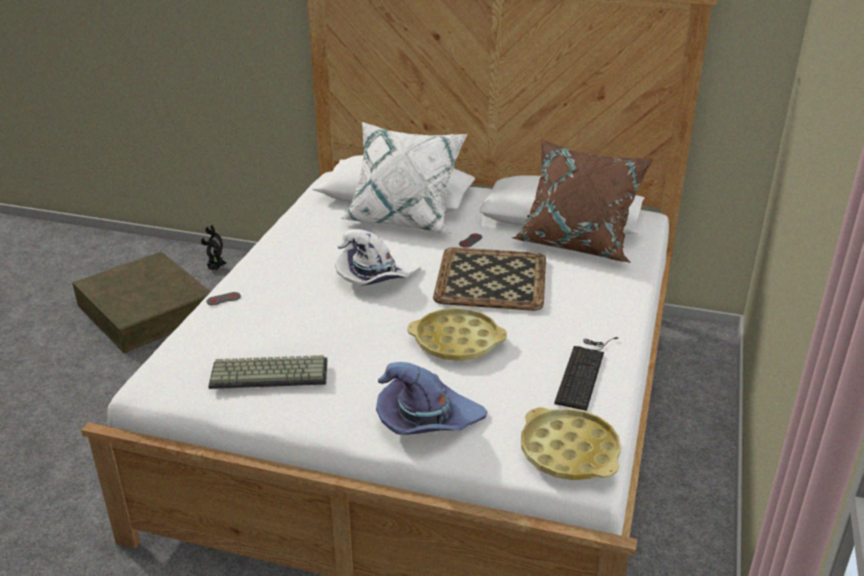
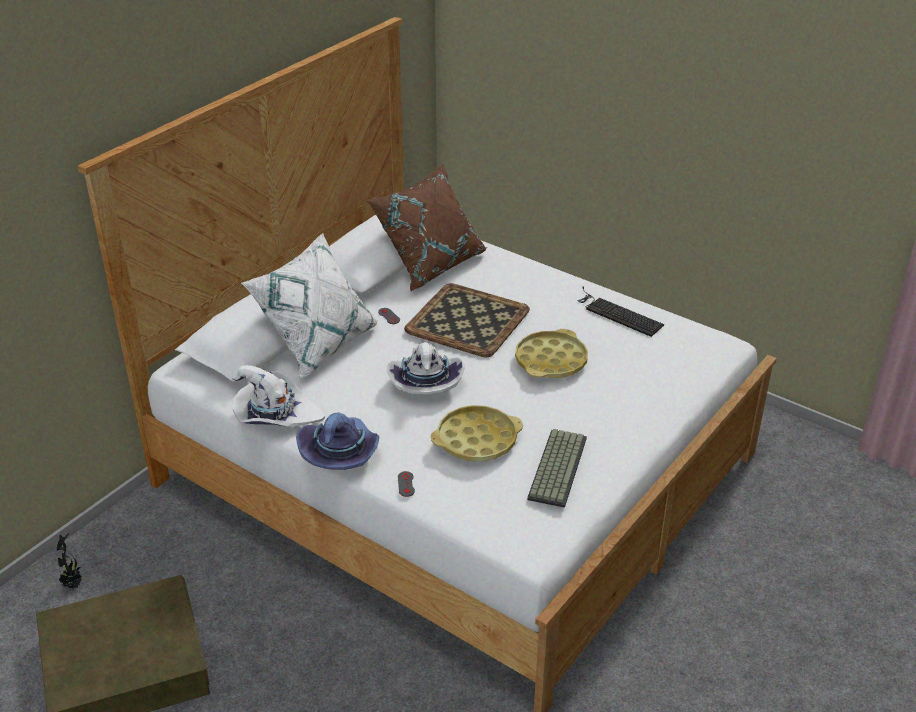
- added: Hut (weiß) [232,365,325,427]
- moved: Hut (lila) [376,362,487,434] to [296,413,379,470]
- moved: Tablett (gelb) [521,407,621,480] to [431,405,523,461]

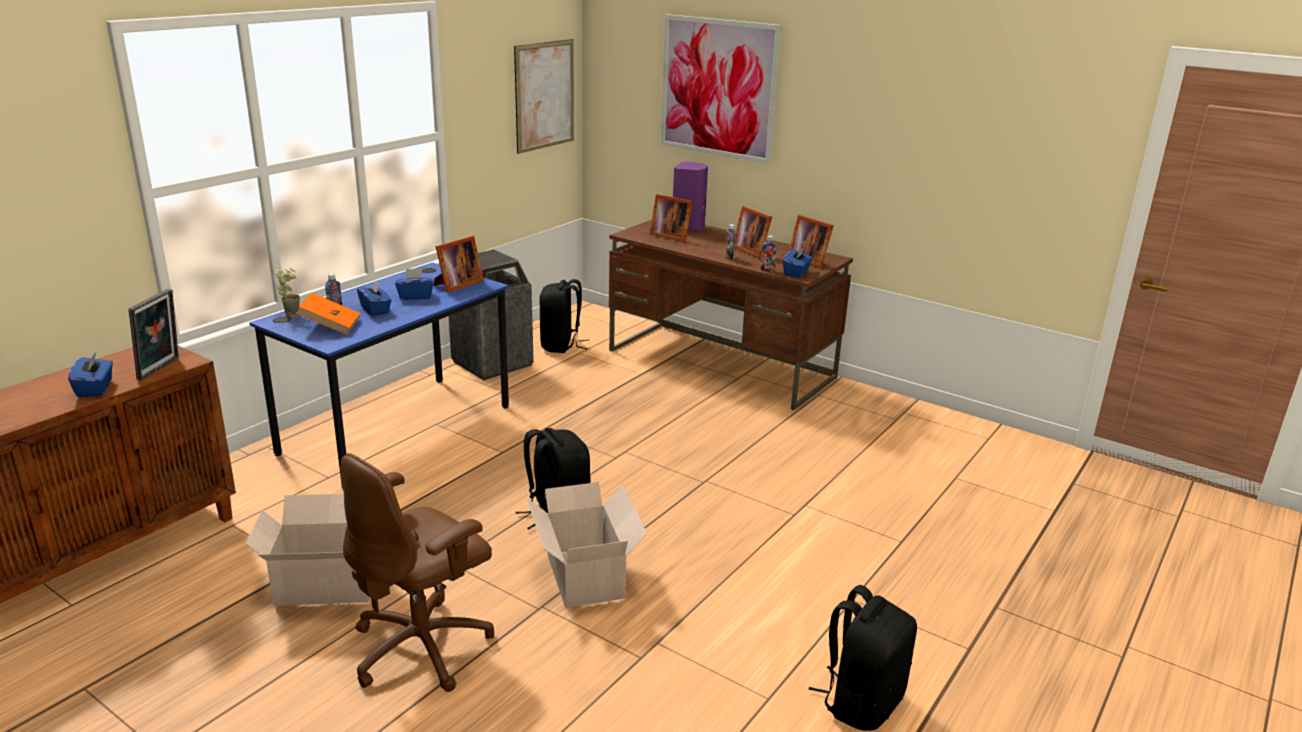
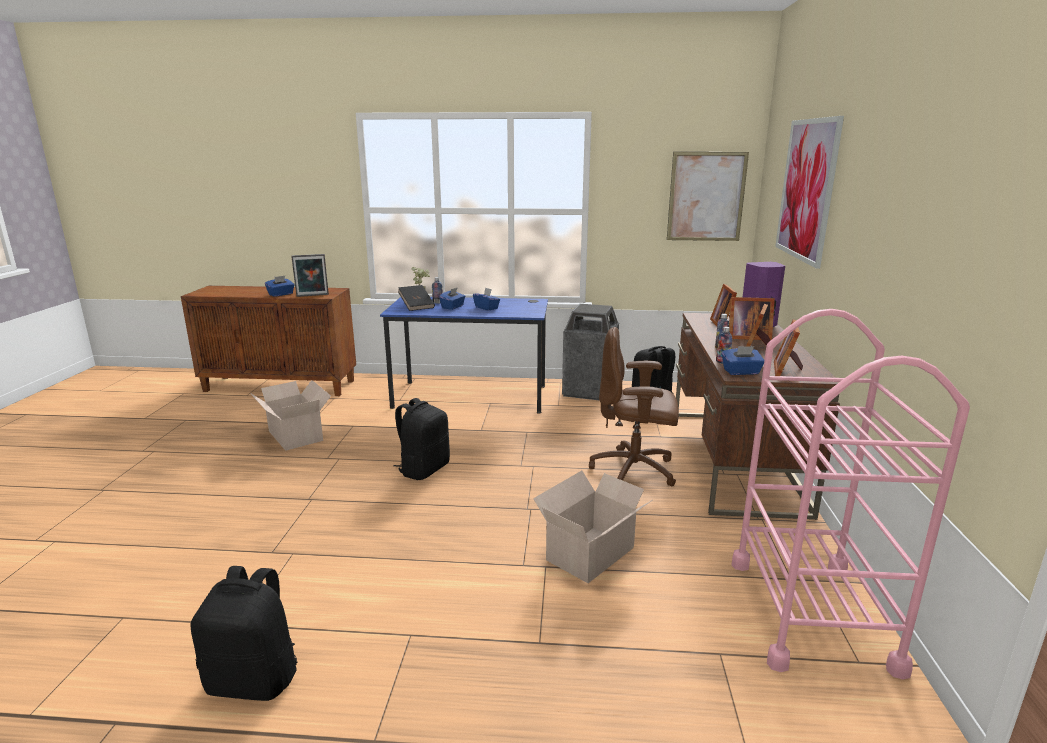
- recoloured: Buch (orange) [296,293,360,335] to Buch (schwarz) [398,285,435,311]
- moved: Karton [527,482,647,608] to [533,471,652,583]
- moved: Bürostuhl (braun) [340,453,494,692] to [589,327,679,487]
- moved: Bilderrahmen [433,236,484,293] to [729,297,775,340]
- added: Rollwagen (rosa) [732,309,970,680]

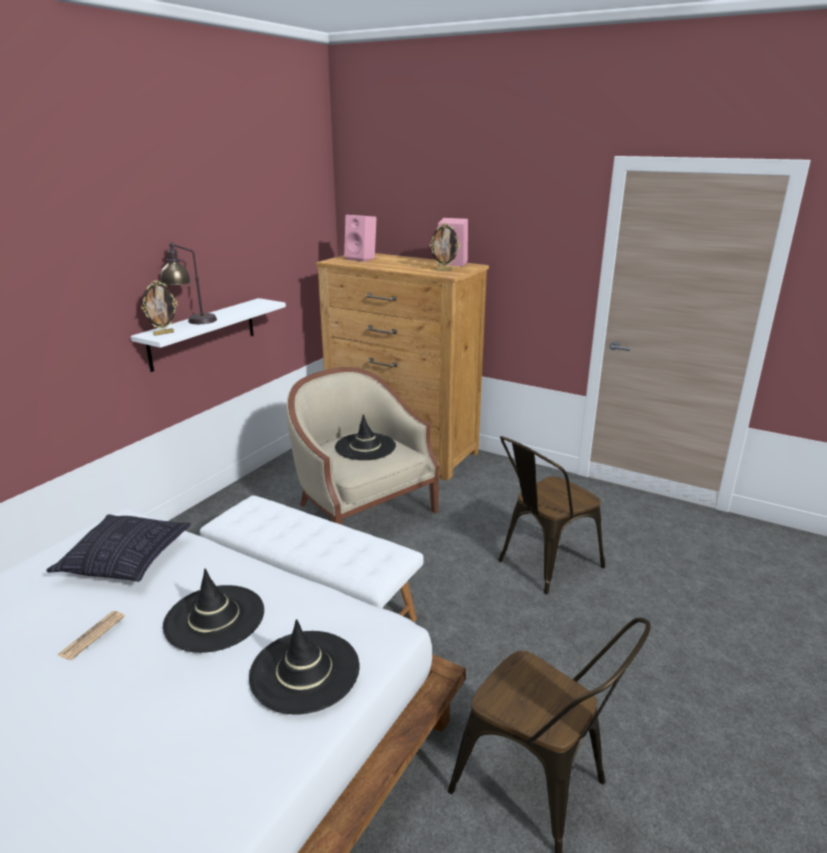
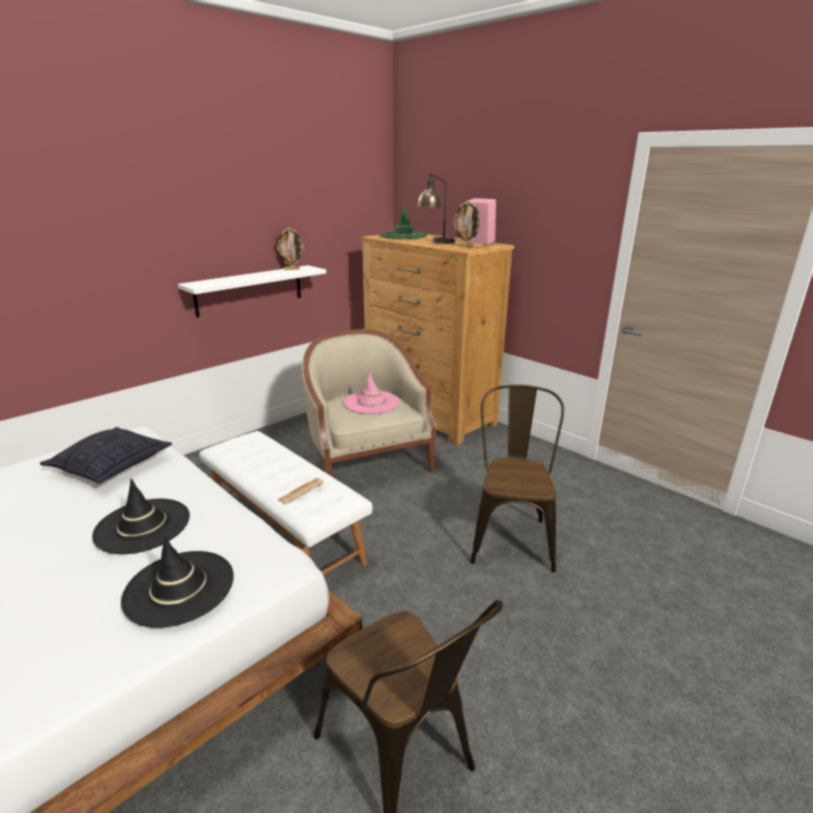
- moved: Bilderrahmen [141,280,178,336] to [277,228,304,270]
- moved: Zeitung [57,611,125,660] to [277,478,324,504]
- recoloured: Hut (schwarz) [335,414,396,460] to Hut (rosa) [344,372,400,414]
- replaced: Lautsprecher (rosa) [344,215,377,262] to Hut (grün) [379,205,428,239]
- moved: Tischlampe [160,242,217,324] to [417,172,455,244]
- turned: Stuhl (braun) [498,436,605,595] = [470,385,564,573] 120 degrees clockwise

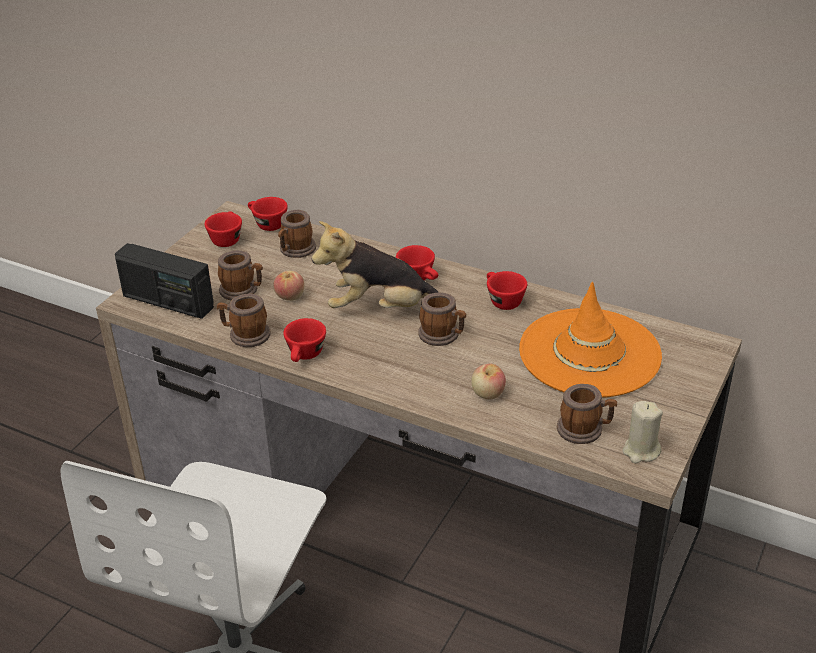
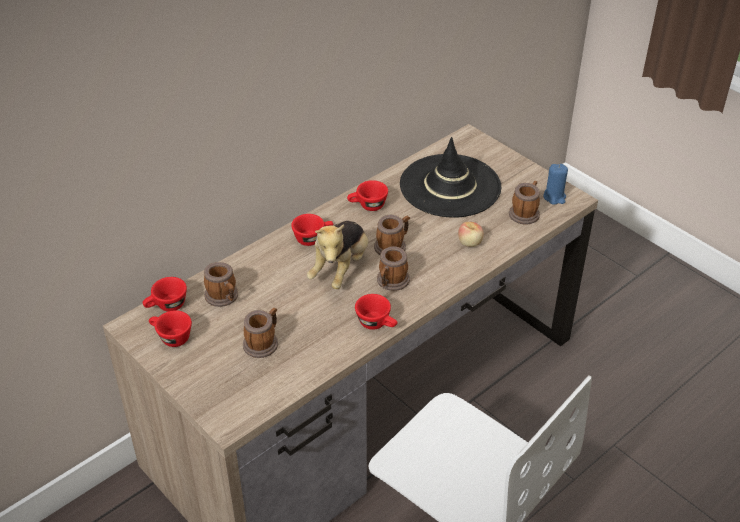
- moved: Henkelbecher [217,294,271,347] to [377,246,410,291]
- recoloured: Hut (orange) [519,282,662,397] to Hut (schwarz) [400,137,501,218]
- recoloured: Kerze (beige) [623,401,663,463] to Kerze (blau) [543,164,568,205]
- removed: Radio [115,243,214,319]
- removed: Apfel [273,271,304,301]

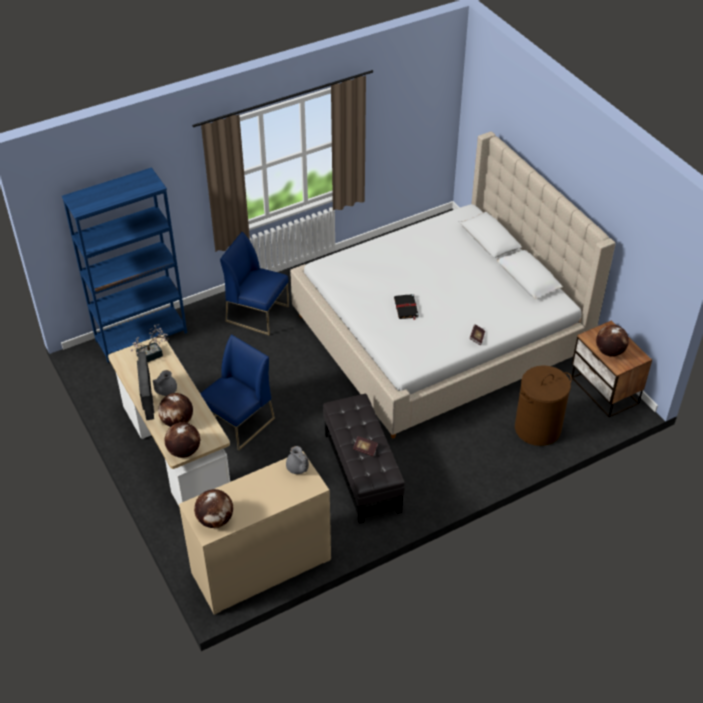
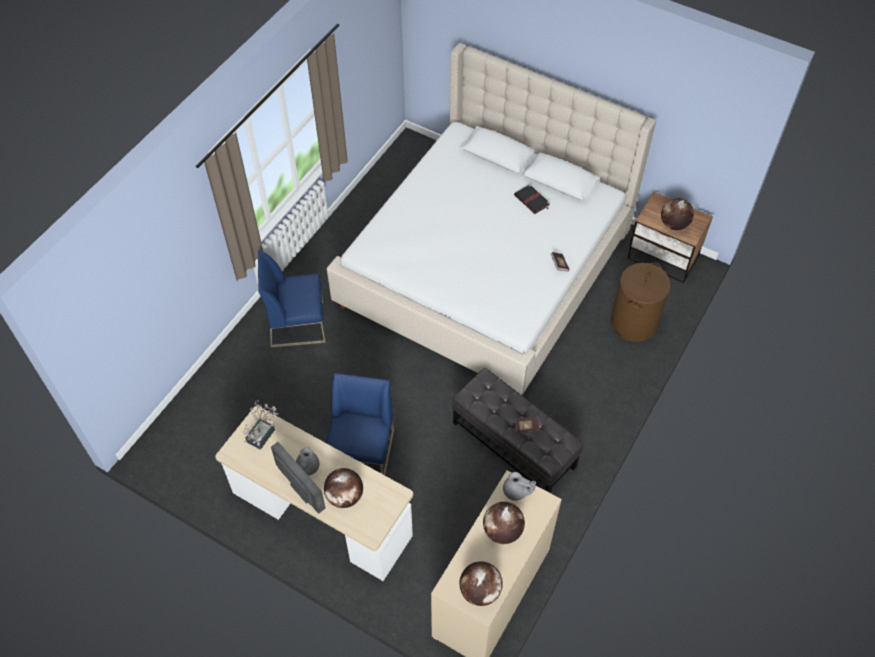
- moved: Globus [165,422,200,458] to [483,502,525,544]
- moved: Buch (schwarz) [394,294,419,320] to [514,184,550,214]
- removed: Bücherregal (blau) [62,168,187,363]

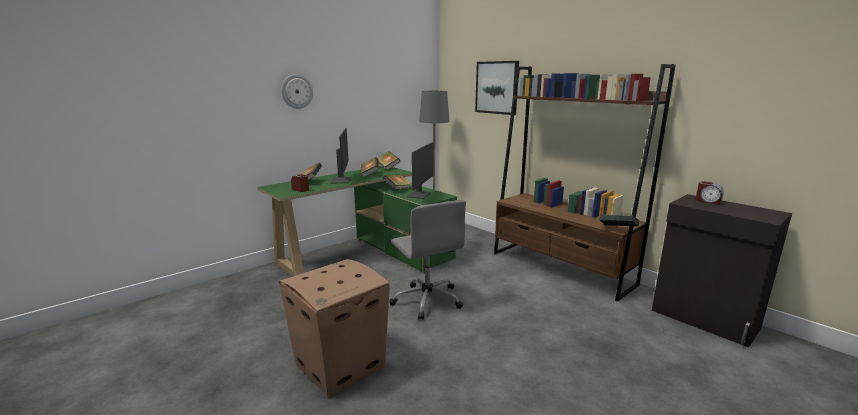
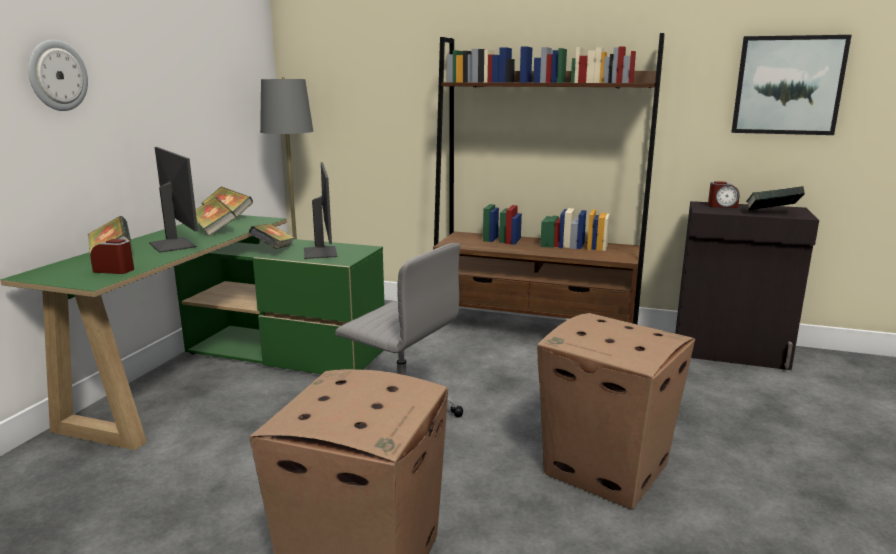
- added: Karton [537,313,695,509]
- moved: Bild [475,61,519,115] to [732,35,852,135]
- moved: Buch [599,214,639,227] to [746,186,805,211]

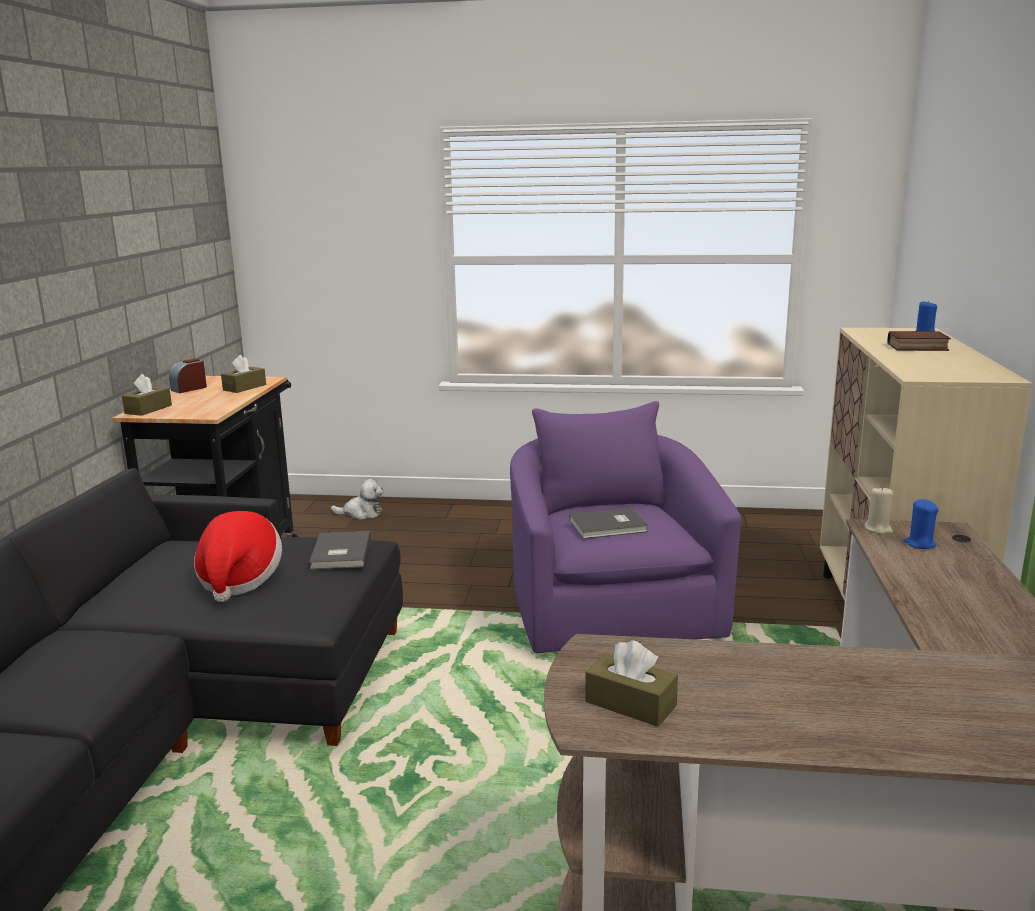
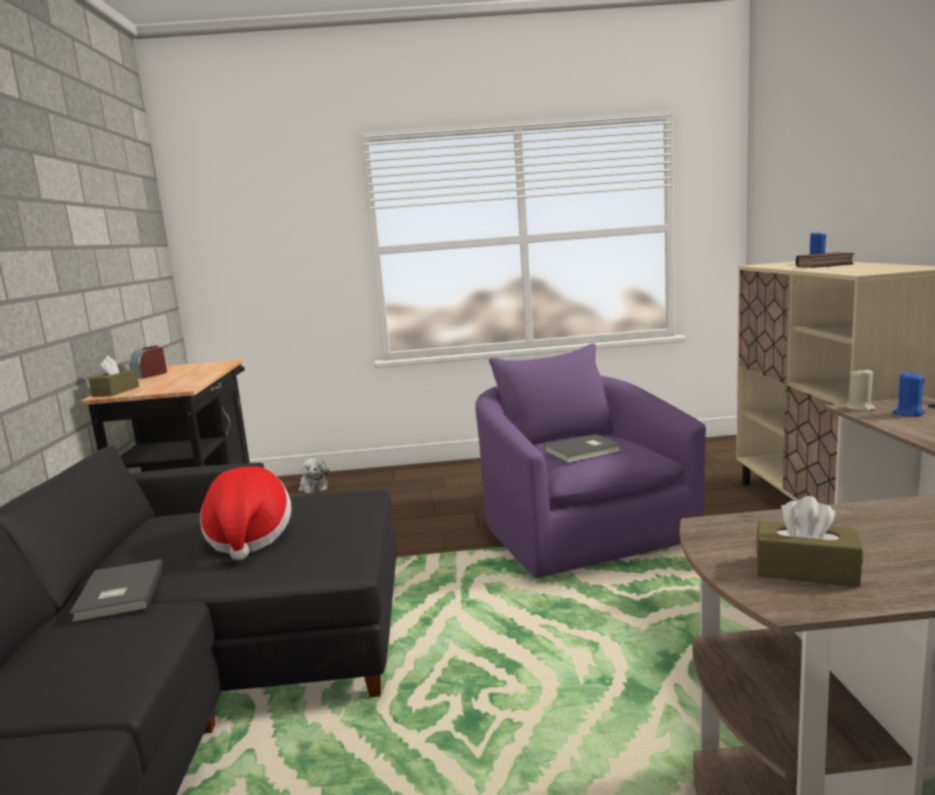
- moved: Buch (grau) [309,531,371,569] to [69,559,164,622]
- turned: Plüschtier [331,479,383,520] = [298,458,331,493] 75 degrees clockwise
- removed: Taschentuchbox (braun) [221,355,266,393]

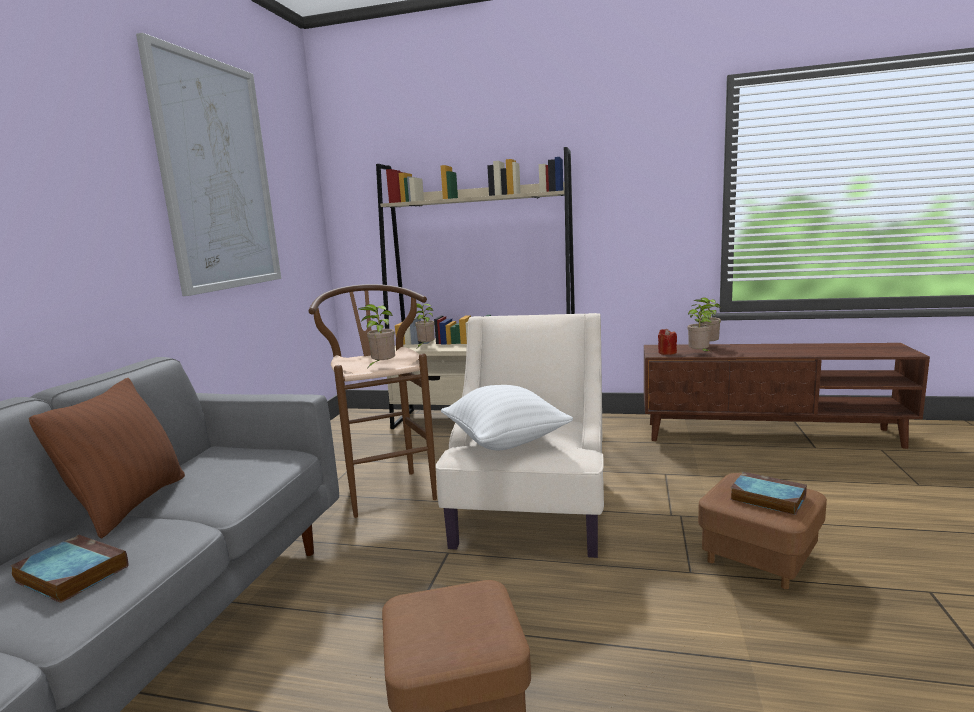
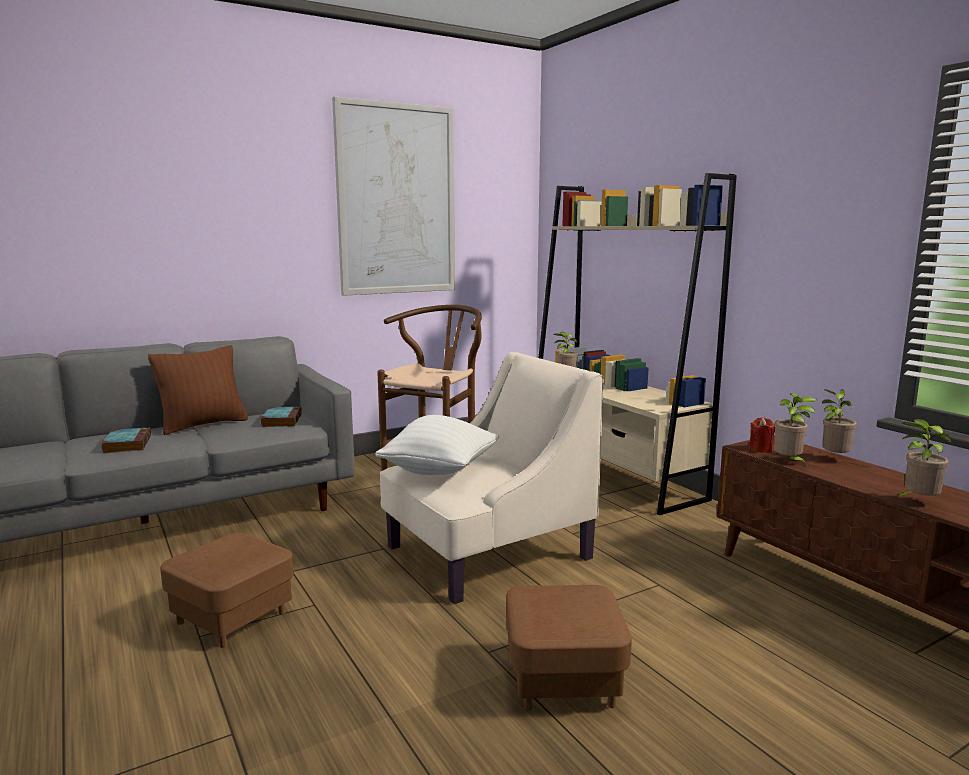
- moved: Buch [730,472,807,515] to [261,406,302,427]
- moved: Topfpflanze [359,304,395,367] to [895,419,951,498]

